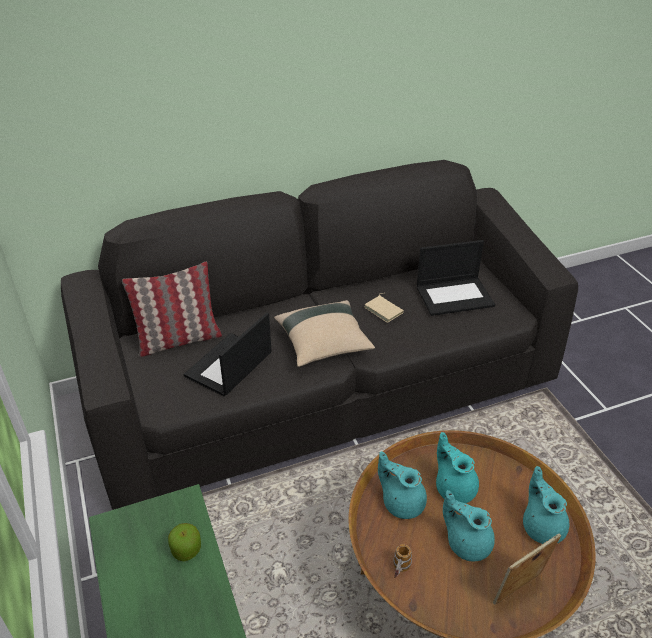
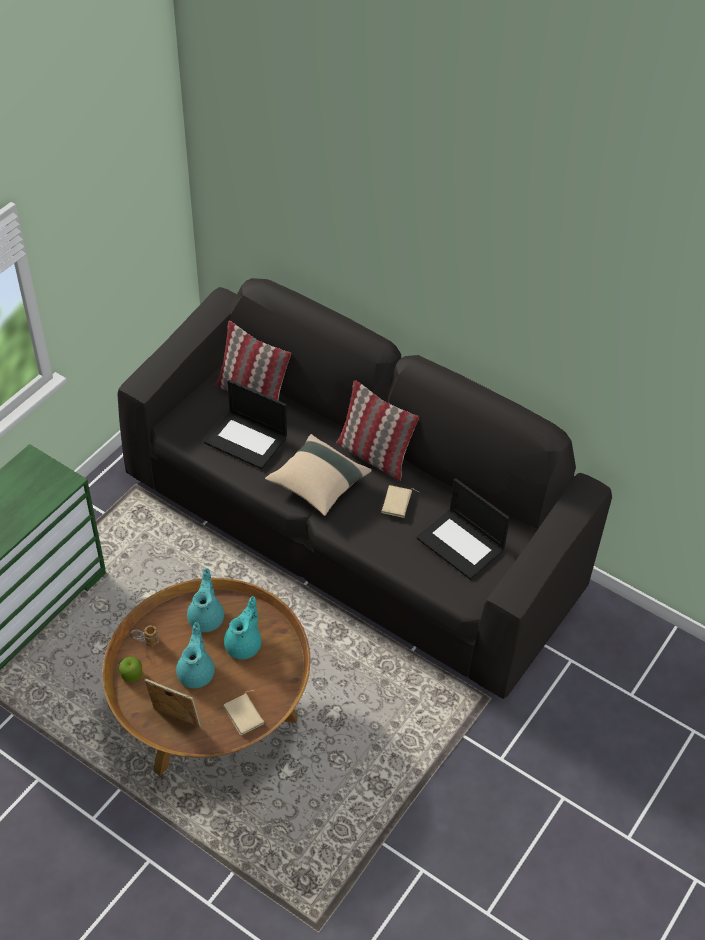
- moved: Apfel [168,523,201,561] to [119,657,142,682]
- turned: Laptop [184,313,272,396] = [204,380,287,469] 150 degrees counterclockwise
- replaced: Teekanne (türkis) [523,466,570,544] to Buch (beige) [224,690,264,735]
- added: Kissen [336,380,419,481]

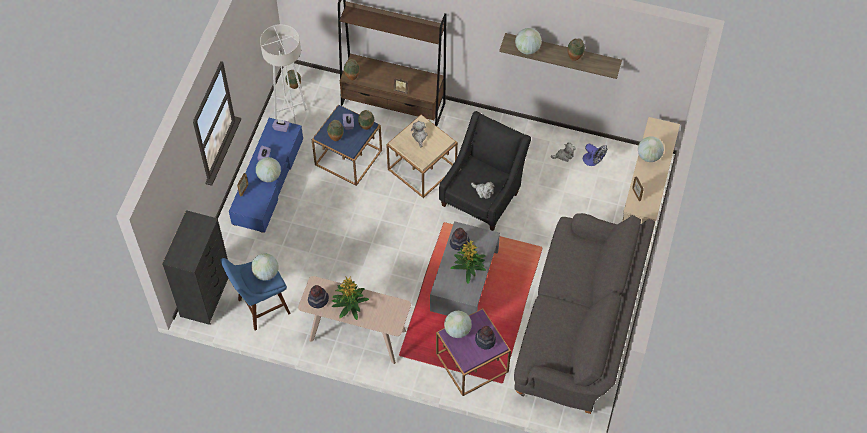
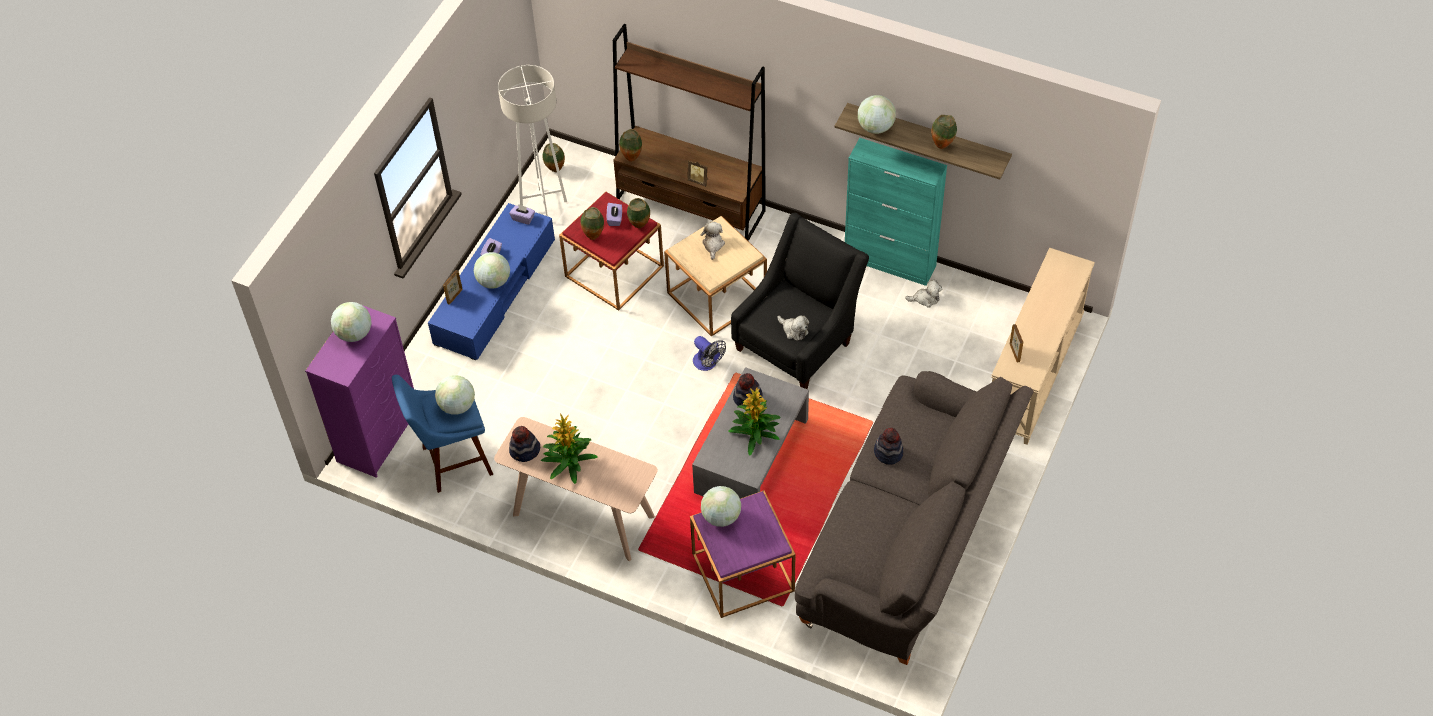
- recoloured: Kommode (schwarz) [162,210,228,325] to Kommode (lila) [305,306,414,478]
- moved: Globus [638,136,664,162] to [331,302,371,342]
- recoloured: Beistelltisch (blau) [312,104,382,186] to Beistelltisch (rot) [559,192,664,311]
- moved: Ventilator [583,144,607,166] to [693,336,726,371]
- added: Schrank (türkis) [845,138,947,286]
- moved: Hut [475,326,496,350] to [874,428,904,465]

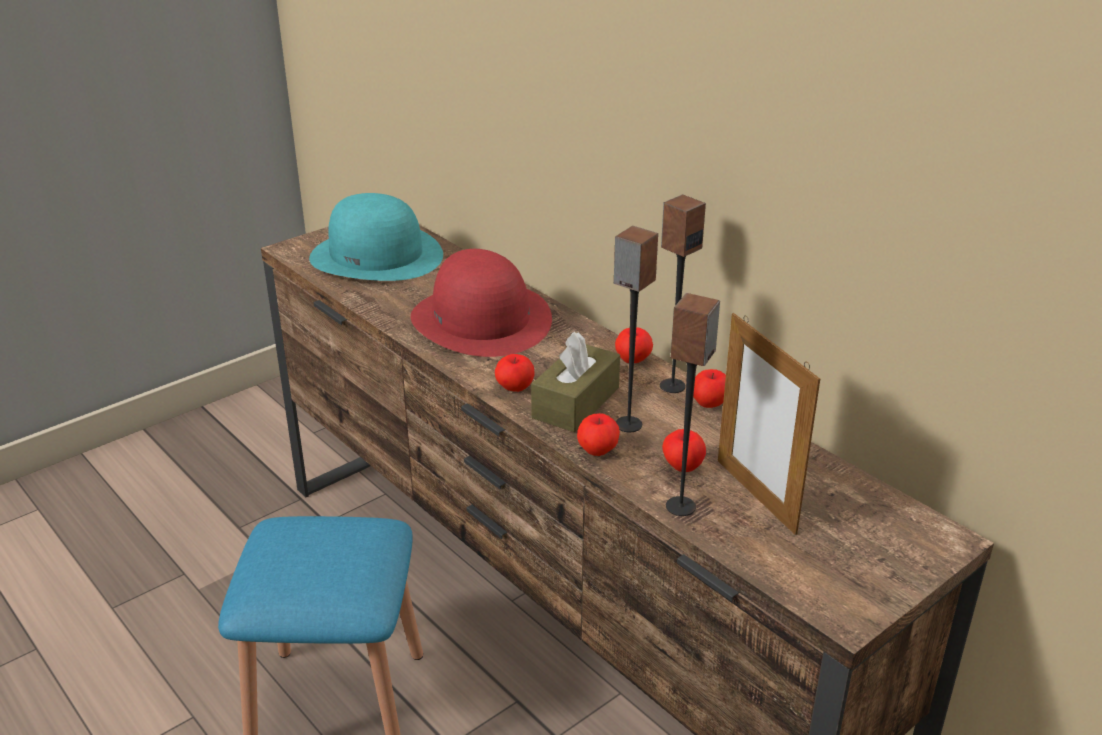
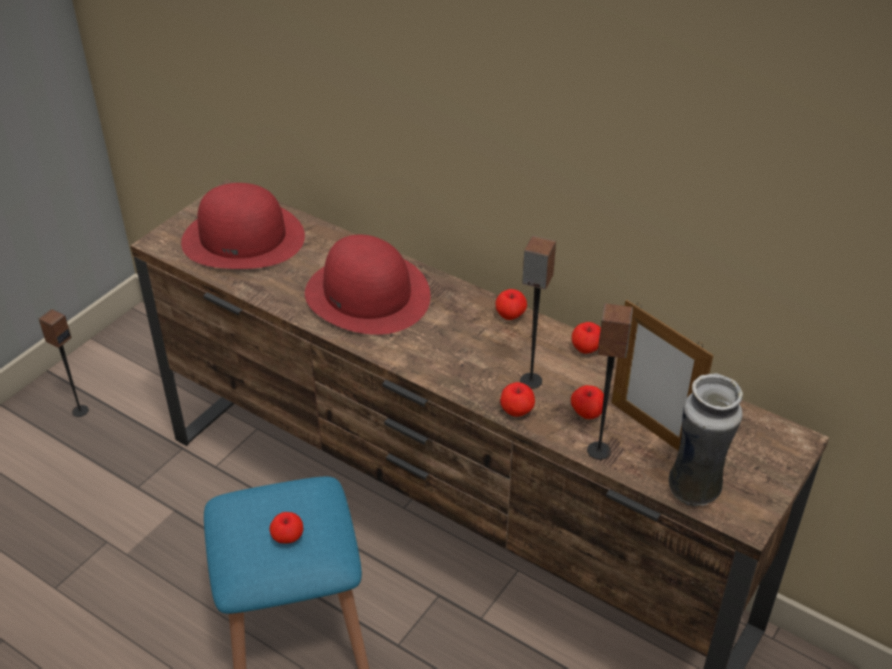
- moved: Lautsprecher [660,195,706,393] to [39,309,89,417]
- recoloured: Hut (türkis) [309,193,443,281] to Hut (rot) [181,183,305,269]
- moved: Apfel [495,354,534,392] to [270,512,304,544]
- added: Vase [669,373,743,506]
- removed: Taschentuchbox (braun) [531,331,620,432]

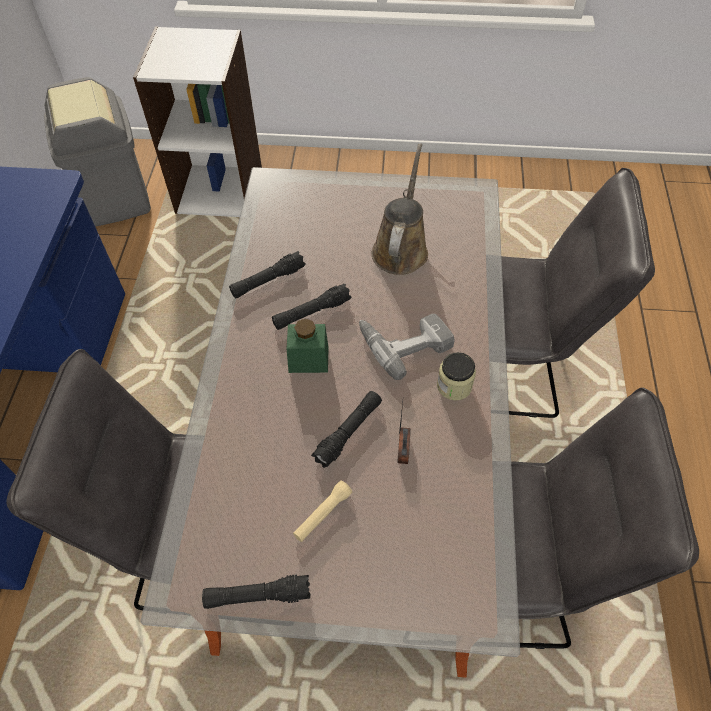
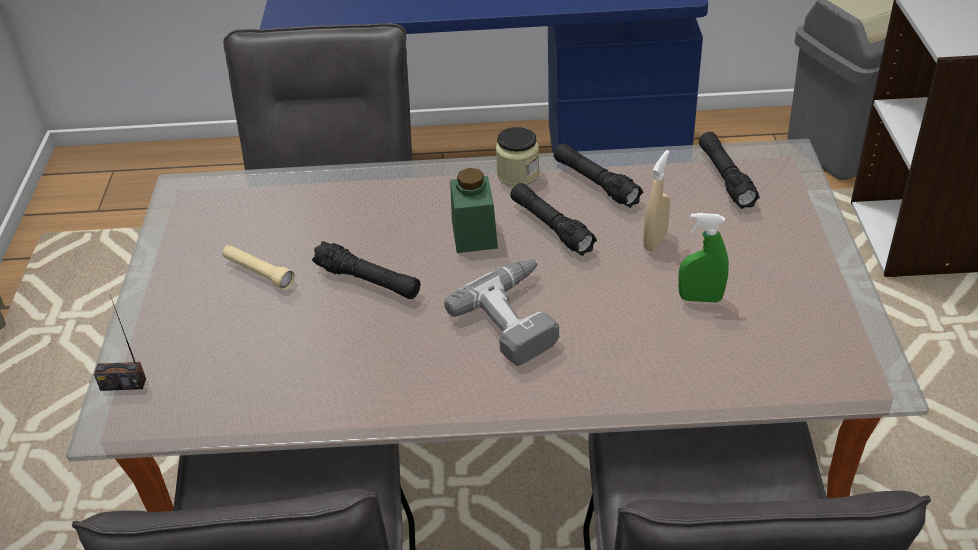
- moved: Radio [397,403,411,464] to [94,295,146,391]
- moved: Vorratsglas [437,352,476,401] to [496,127,539,186]
- added: Sprühflasche (beige) [643,150,670,251]
- replaced: Gießkanne (braun) [372,144,428,275] to Sprühflasche (grün) [678,213,729,303]
- moved: Taschenlampe (schwarz) [202,574,310,609] to [699,132,760,209]

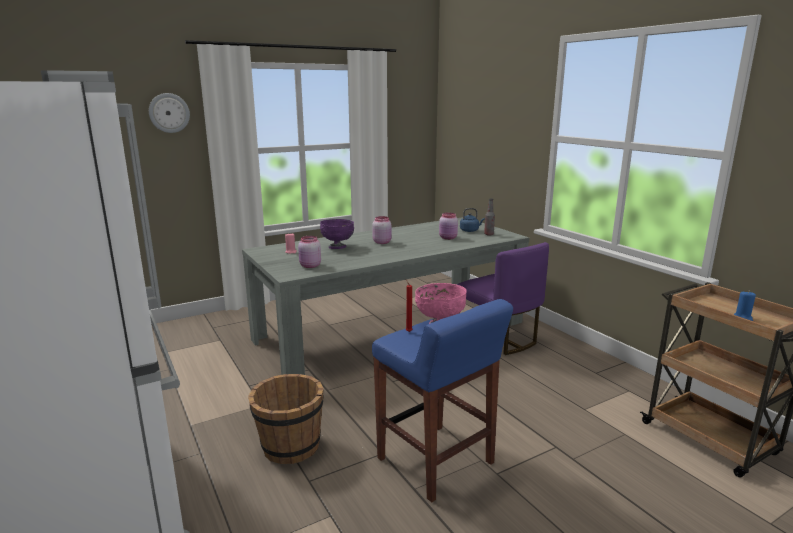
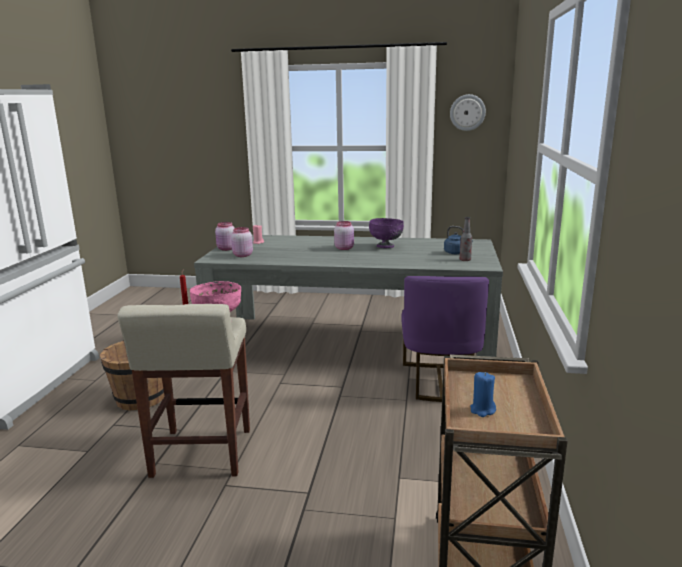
- recoloured: Hocker (blau) [372,299,513,502] to Hocker (beige) [117,304,250,478]
- moved: Vorratsglas (rosa) [439,213,458,240] to [215,222,234,251]
- moved: Schüssel (lila) [320,219,354,249] to [369,218,404,248]
- moved: Wanduhr [149,93,190,133] to [450,94,486,131]

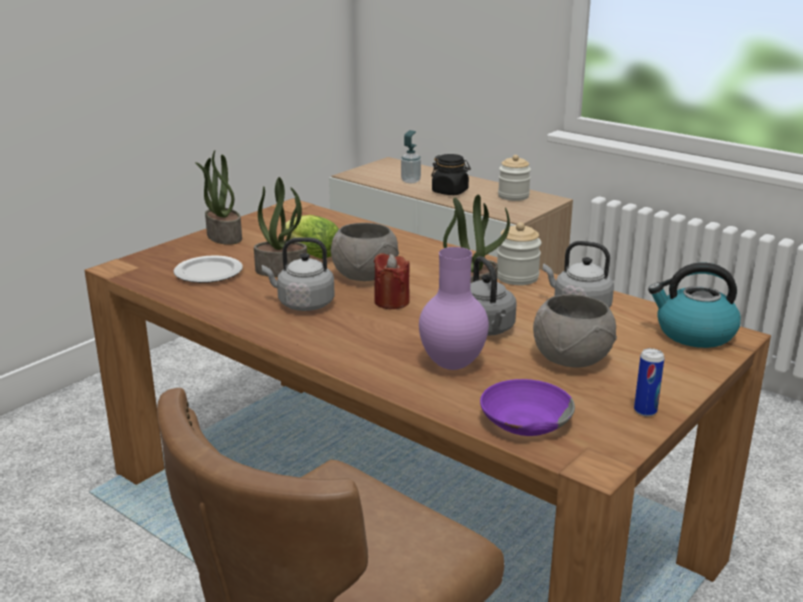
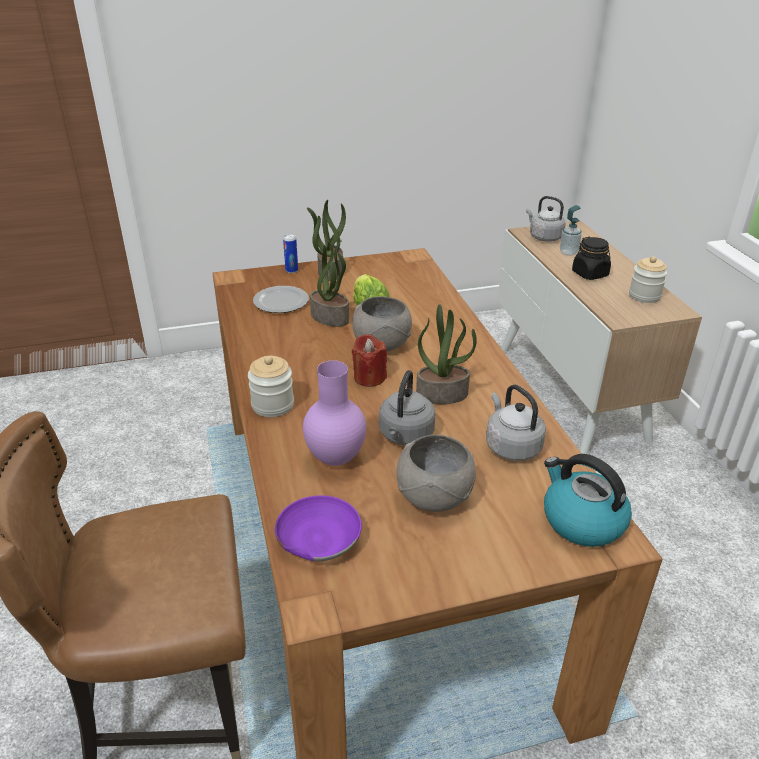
- moved: Vorratsglas [497,222,541,285] to [248,356,294,417]
- moved: Dose [634,348,664,416] to [283,234,298,273]
- moved: Wasserkessel (grau) [262,237,335,311] to [526,196,566,242]

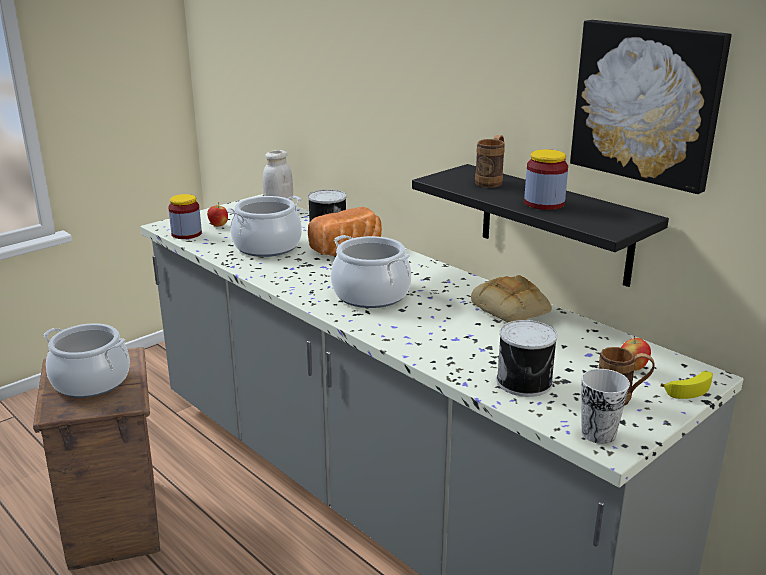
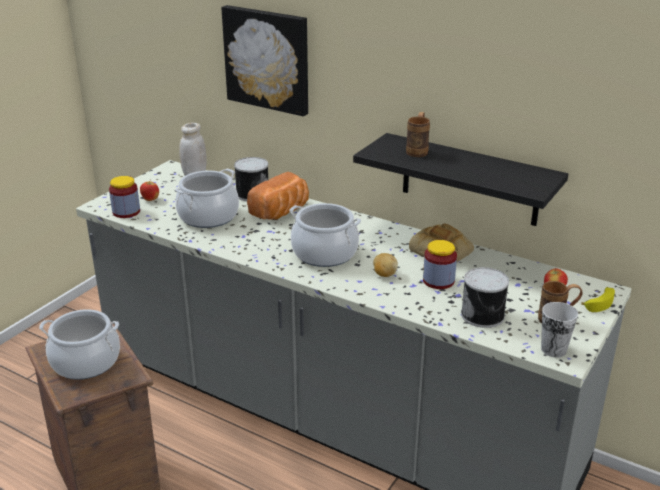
- moved: Bild [570,20,732,194] to [221,5,308,116]
- added: Kartoffel [373,253,398,277]
- moved: Vorratsglas [524,149,568,210] to [423,240,457,289]

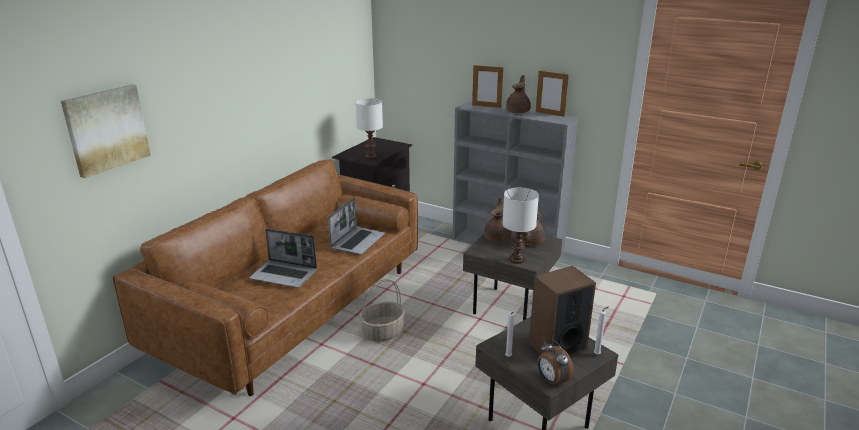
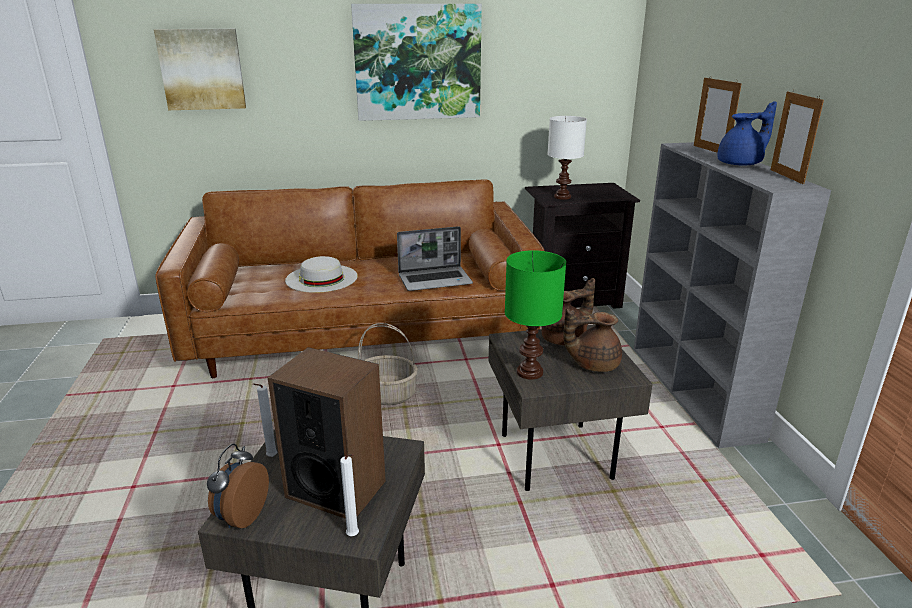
- replaced: Laptop [249,229,317,288] to Hut (weiß) [285,256,358,293]
- added: Bild [351,4,482,121]
- recoloured: Tischlampe (weiß) [502,188,539,264] to Tischlampe (grün) [505,250,566,380]
- recoloured: Teekanne (braun) [506,75,531,113] to Teekanne (blau) [718,101,777,165]

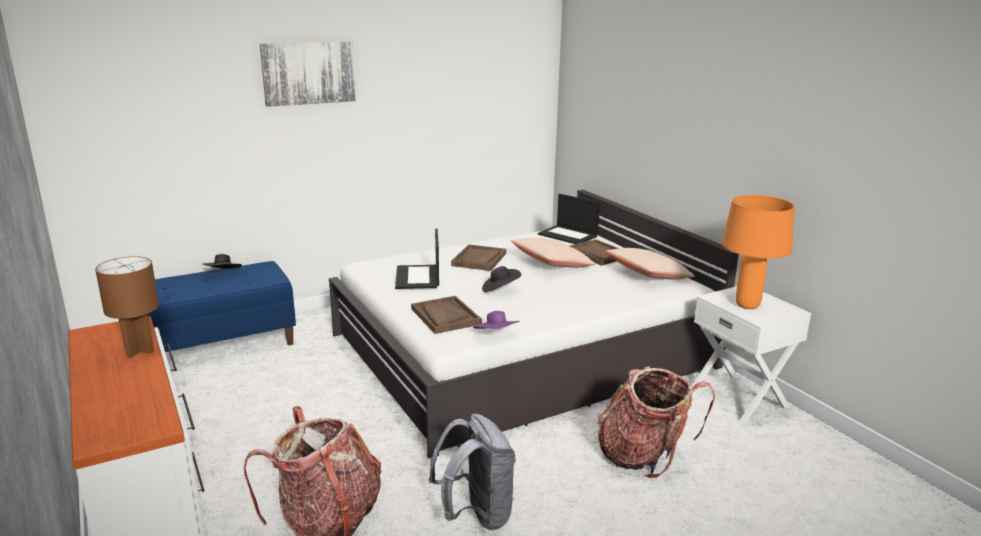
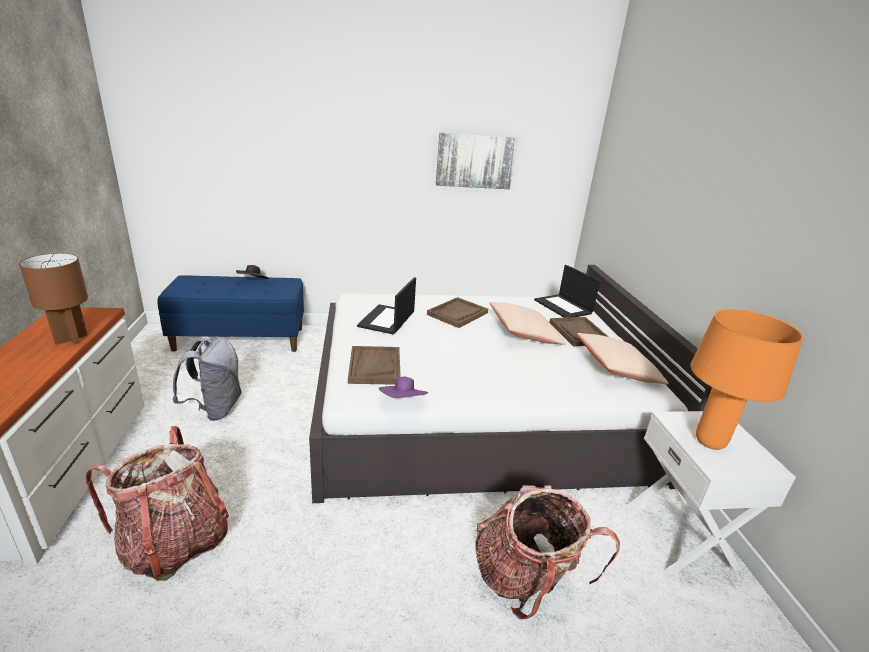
- moved: Rucksack (grau) [429,414,516,530] to [172,338,242,421]
- moved: Bild [260,41,356,107] to [436,132,517,189]
- removed: Hut (schwarz) [482,266,521,292]

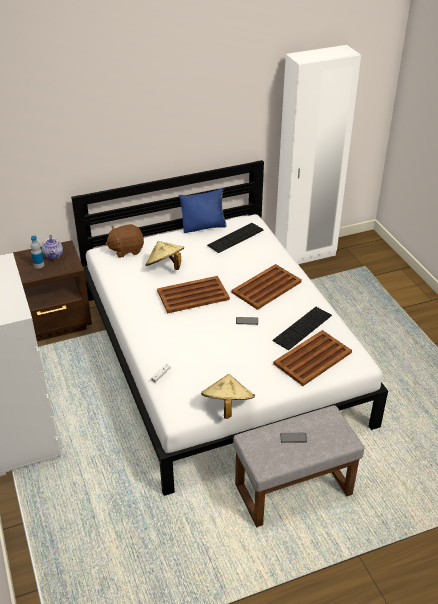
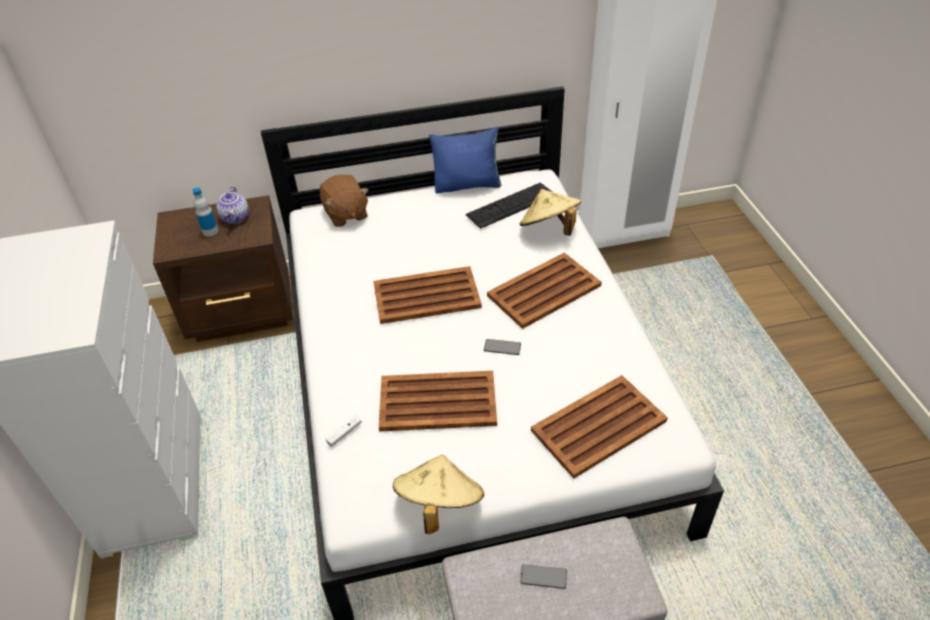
- turned: Plüschtier (braun) [105,224,144,258] = [320,174,368,227] 105 degrees counterclockwise
- added: Tablett (braun) [379,371,497,432]
- moved: Hut (beige) [145,241,184,270] to [520,189,581,236]
- removed: Tastatur [273,307,332,350]

